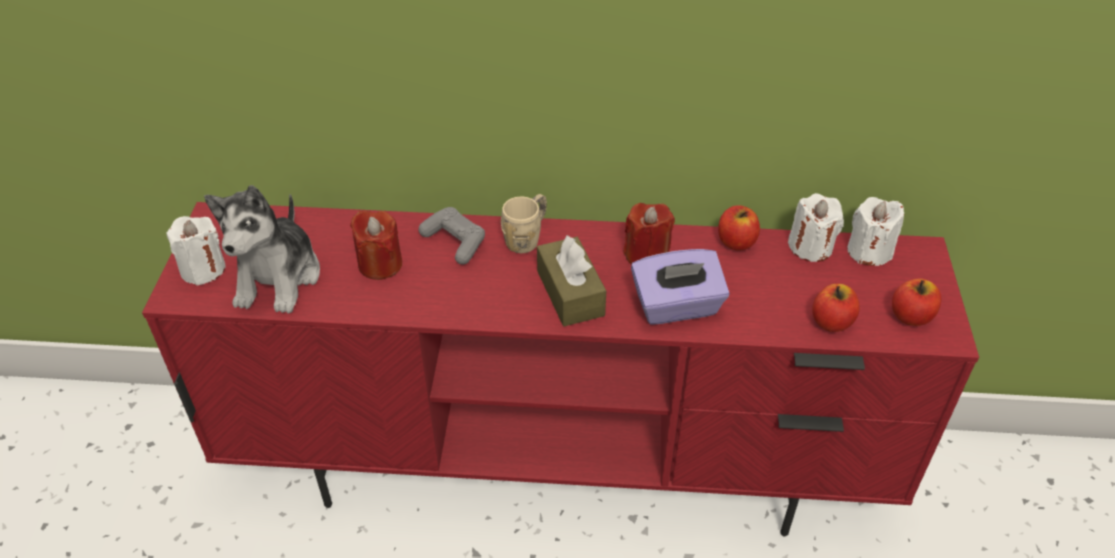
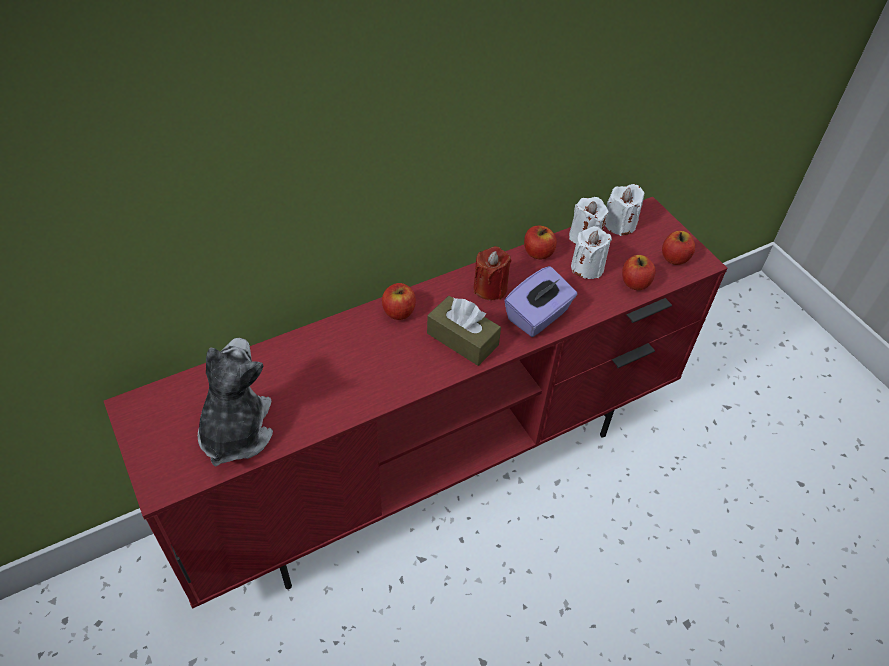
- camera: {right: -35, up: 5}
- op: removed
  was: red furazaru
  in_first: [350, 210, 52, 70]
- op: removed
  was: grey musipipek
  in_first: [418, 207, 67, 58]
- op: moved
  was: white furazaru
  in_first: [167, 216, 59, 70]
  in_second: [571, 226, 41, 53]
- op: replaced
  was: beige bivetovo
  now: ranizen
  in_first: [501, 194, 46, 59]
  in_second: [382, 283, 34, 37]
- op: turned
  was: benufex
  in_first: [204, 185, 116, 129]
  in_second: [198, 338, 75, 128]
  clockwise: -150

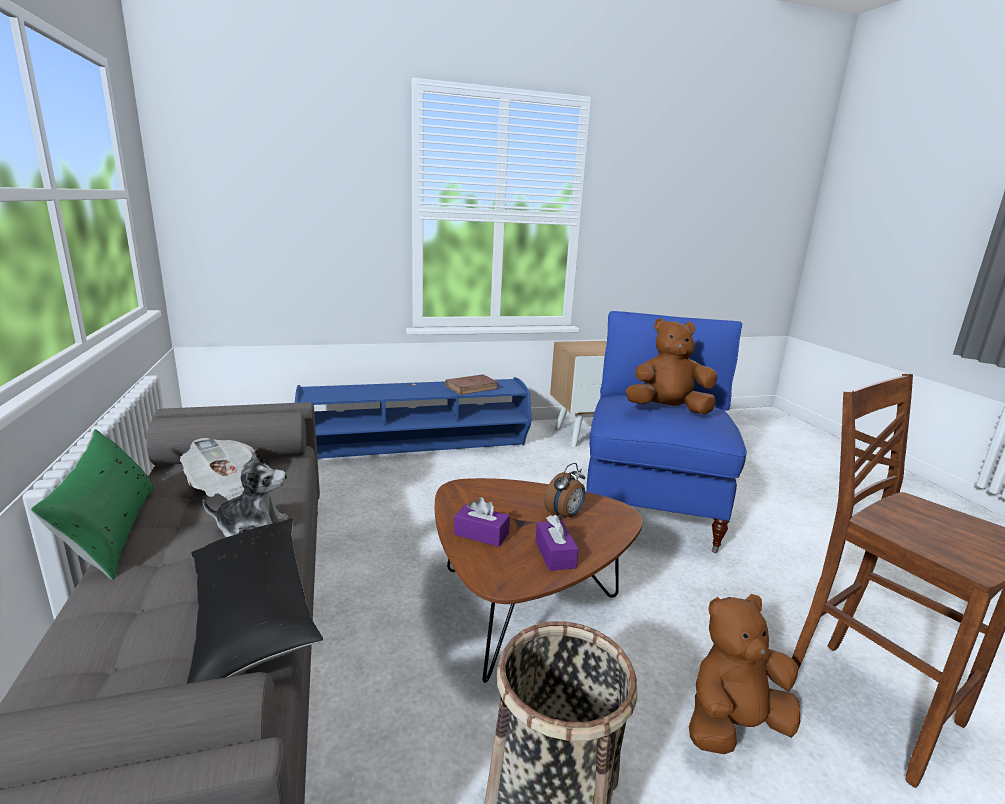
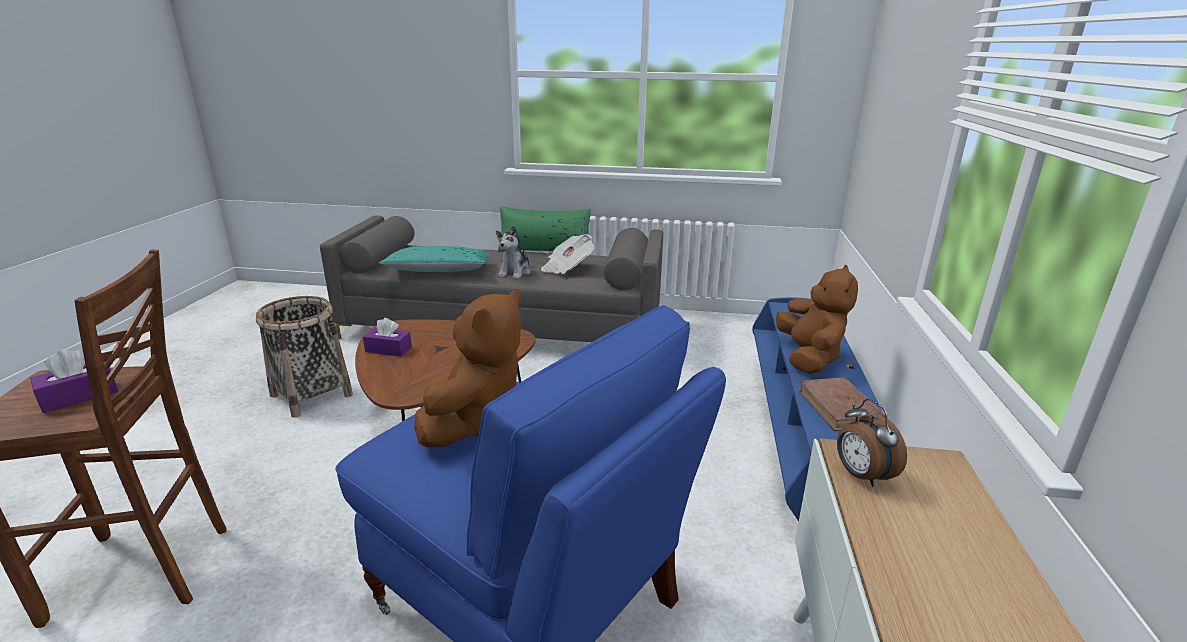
- camera: {right: 115, up: 5}
- op: moved
  was: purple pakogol
  in_first: [454, 497, 56, 50]
  in_second: [30, 349, 88, 64]
- op: moved
  was: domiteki
  in_first: [544, 463, 41, 57]
  in_second: [837, 399, 70, 88]
- op: moved
  was: brown benufex
  in_first: [689, 594, 111, 160]
  in_second: [776, 265, 82, 109]
- op: recoloured
  was: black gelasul
  now: turquoise gelasul
  in_first: [187, 518, 136, 166]
  in_second: [379, 246, 112, 26]

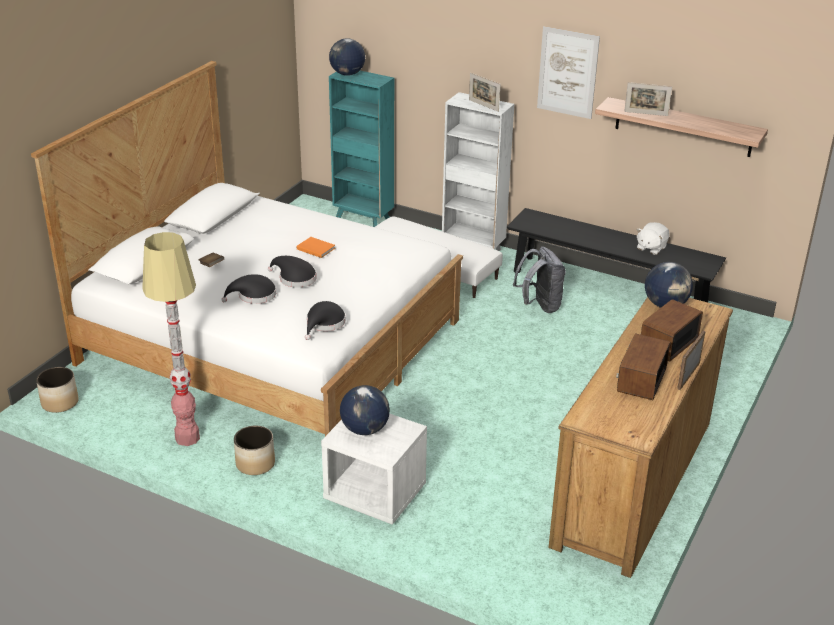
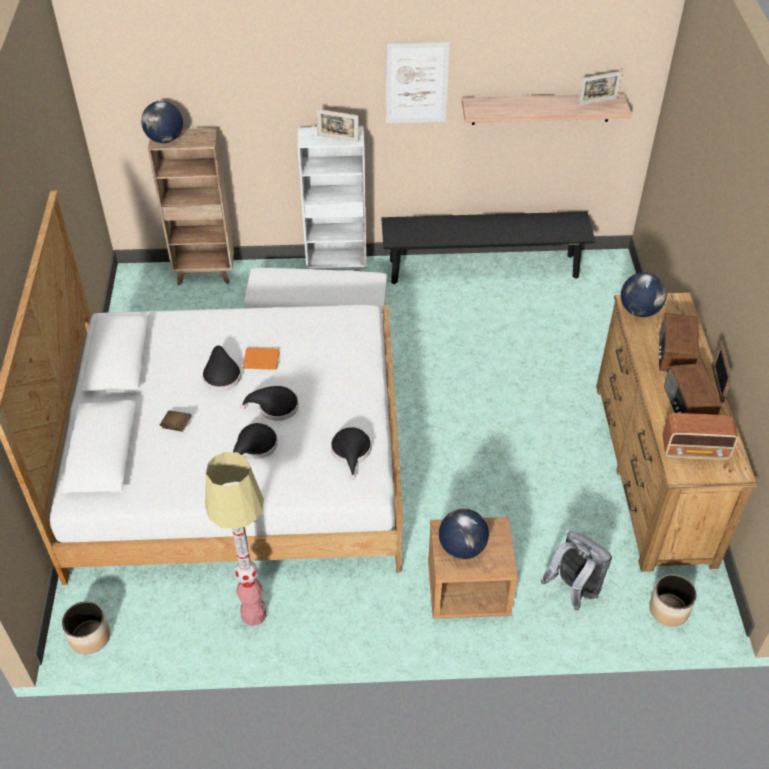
- camera: {right: -30, up: 15}
- op: removed
  was: white benufex
  in_first: [636, 222, 34, 33]
- op: added
  now: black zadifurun
  in_second: [202, 346, 39, 45]
- op: added
  now: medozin
  in_second: [663, 413, 75, 47]
- op: moved
  was: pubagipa
  in_first: [234, 426, 41, 49]
  in_second: [649, 574, 47, 52]
- op: moved
  was: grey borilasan
  in_first: [513, 247, 53, 66]
  in_second: [541, 531, 71, 80]
- op: moved
  was: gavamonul
  in_first: [624, 82, 48, 34]
  in_second: [578, 71, 44, 35]
- op: recoloured
  was: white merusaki
  now: brown merusaki
  in_first: [321, 414, 106, 111]
  in_second: [428, 517, 90, 102]
- op: recoloured
  was: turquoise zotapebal
  now: brown zotapebal
  in_first: [329, 71, 65, 156]
  in_second: [148, 128, 86, 158]

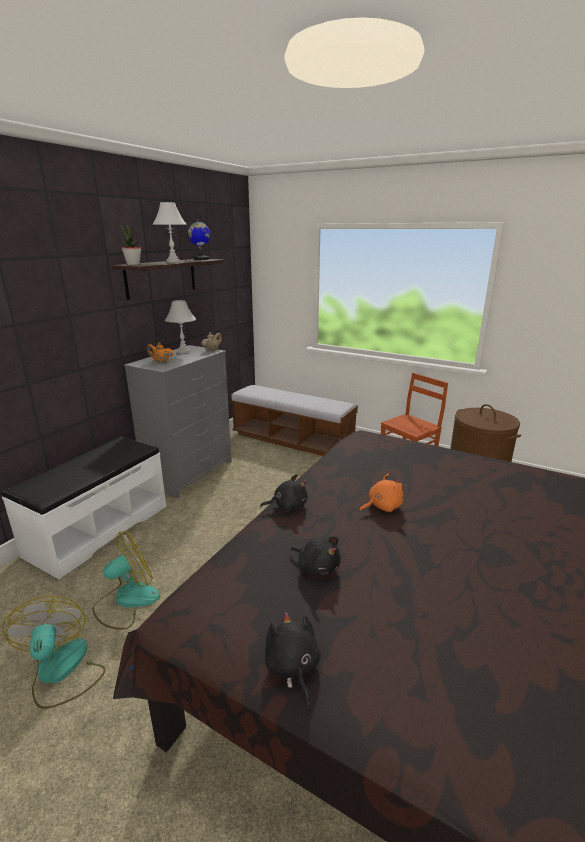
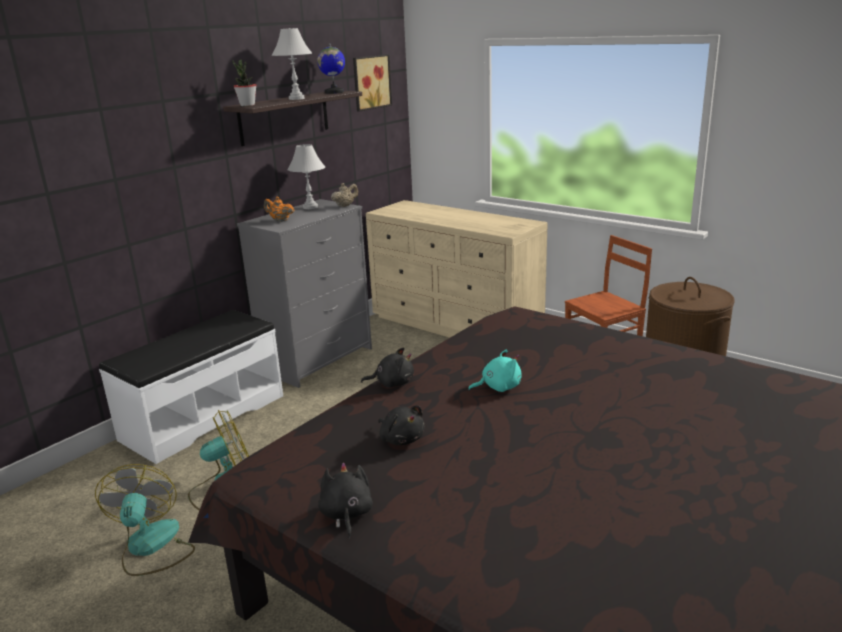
- camera: {right: 10, up: 0}
- op: added
  now: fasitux
  in_second: [353, 54, 39, 58]
- op: replaced
  was: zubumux
  now: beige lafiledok
  in_first: [231, 385, 127, 71]
  in_second: [366, 200, 182, 138]
- op: recoloured
  was: orange benufex
  now: turquoise benufex
  in_first: [359, 473, 45, 39]
  in_second: [468, 349, 54, 43]

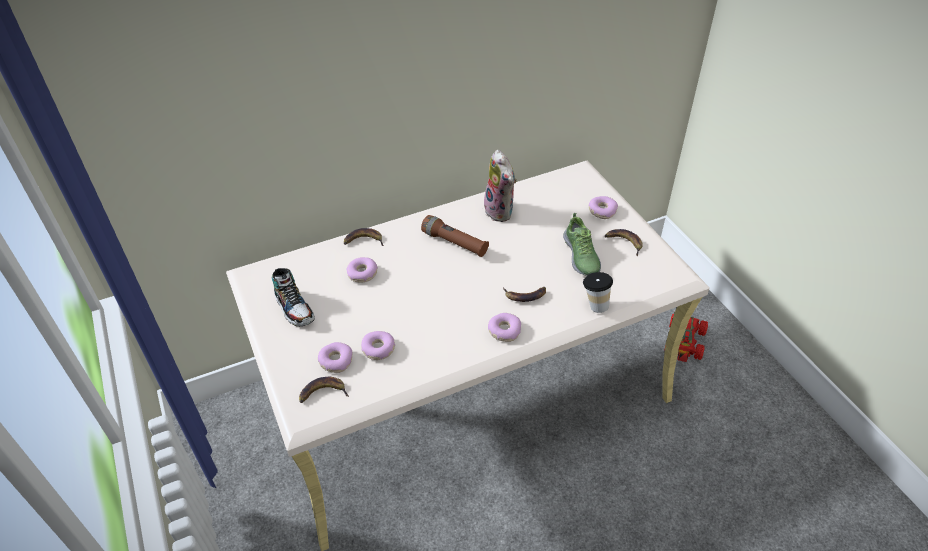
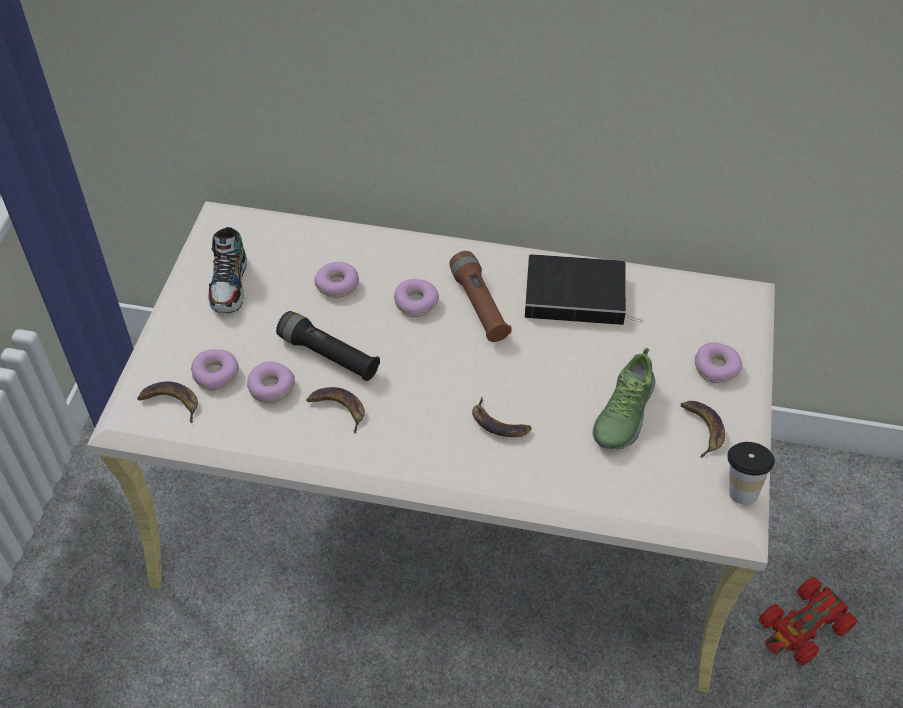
- camera: {right: 35, up: 5}
- op: added
  now: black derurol
  in_second: [276, 311, 104, 70]
- op: moved
  was: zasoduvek
  in_first: [344, 228, 40, 18]
  in_second: [306, 387, 59, 47]
- op: moved
  was: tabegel
  in_first: [488, 313, 33, 29]
  in_second: [394, 279, 45, 38]
- op: moved
  was: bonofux
  in_first: [583, 272, 30, 41]
  in_second: [727, 442, 48, 63]
- op: replaced
  was: benufex
  now: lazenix
  in_first: [484, 150, 33, 72]
  in_second: [525, 254, 118, 71]

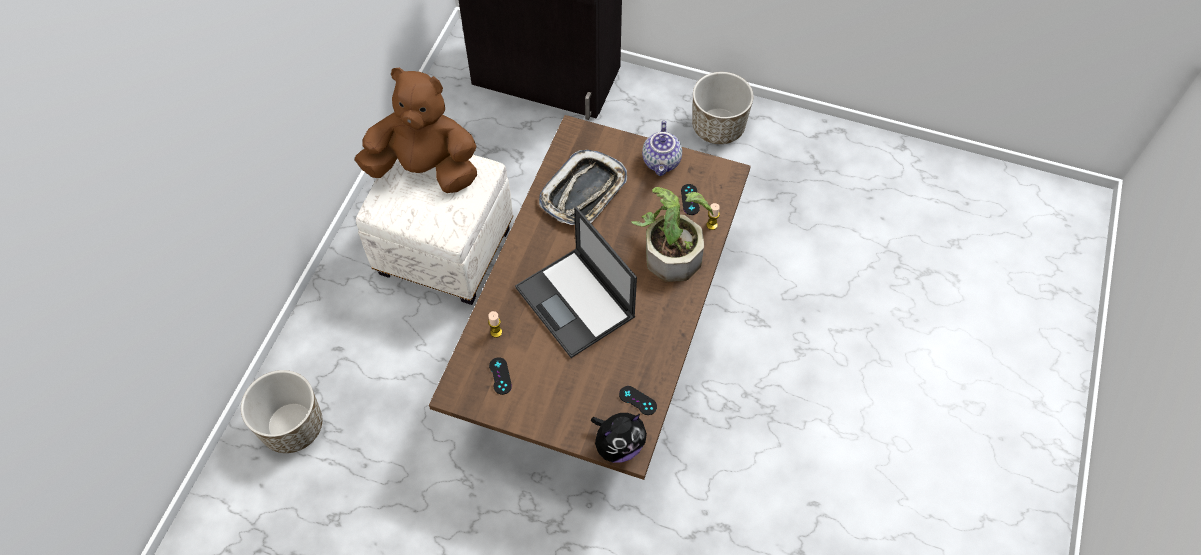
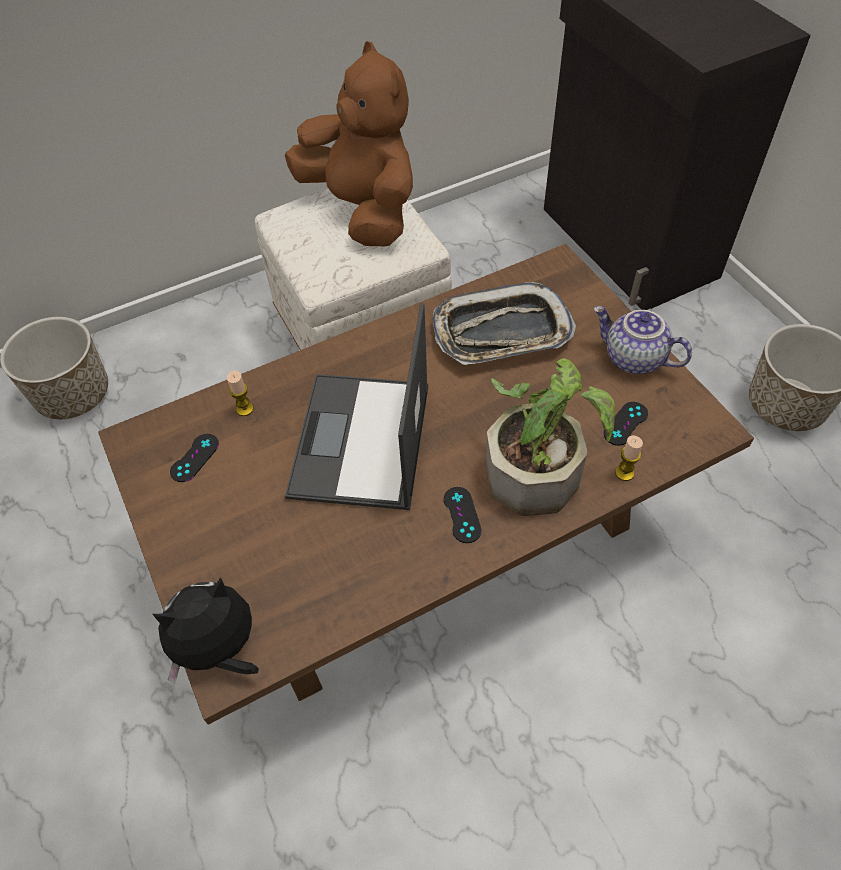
- camera: {right: 45, up: -5}
- op: moved
  was: black musipipek
  in_first: [619, 386, 38, 29]
  in_second: [444, 487, 38, 56]
- op: turned
  was: benufex
  in_first: [591, 413, 56, 50]
  in_second: [153, 577, 106, 107]
  clockwise: 135
- op: turned
  was: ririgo
  in_first: [642, 121, 40, 55]
  in_second: [593, 306, 99, 68]
  clockwise: 75

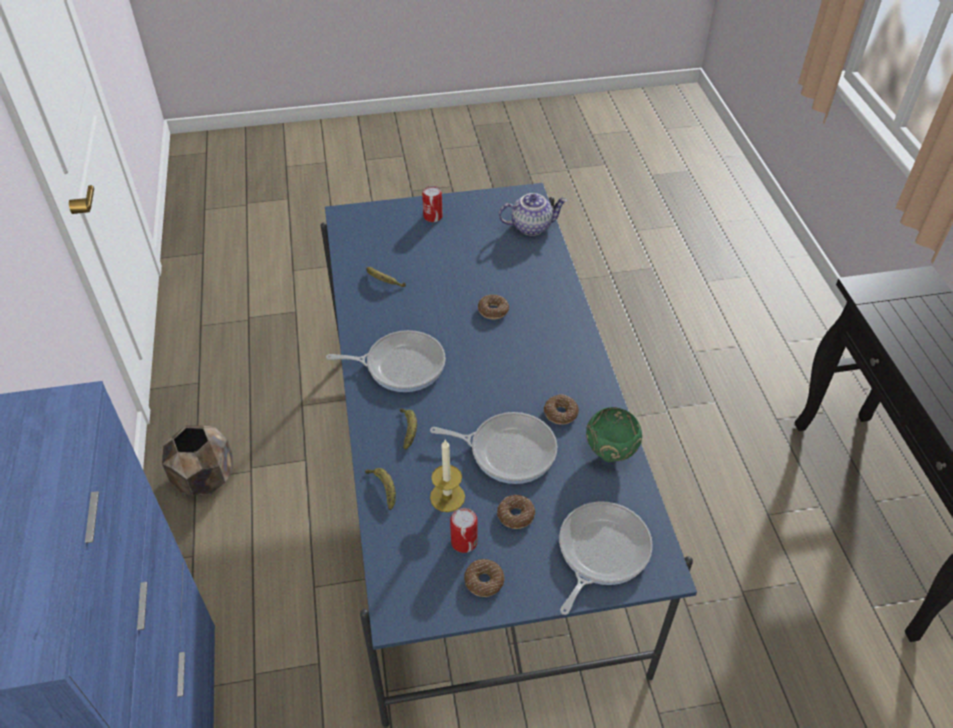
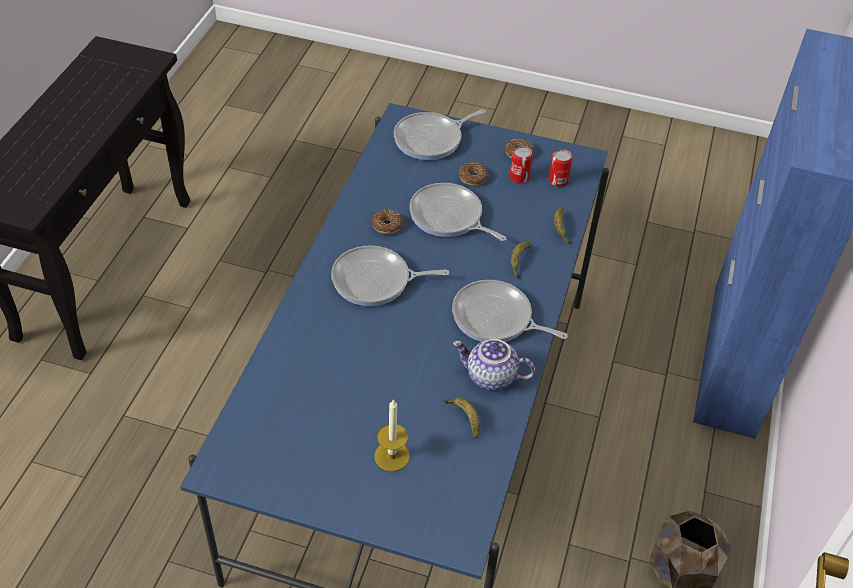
- camera: {right: -155, up: 0}
- op: removed
  was: tabegel
  in_first: [478, 294, 31, 25]
- op: removed
  was: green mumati
  in_first: [586, 407, 56, 55]
- op: added
  now: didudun
  in_second: [331, 245, 118, 61]
- op: moved
  was: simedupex
  in_first: [422, 186, 21, 36]
  in_second: [548, 149, 25, 38]
- op: moved
  was: furazaru
  in_first: [430, 440, 35, 72]
  in_second: [374, 399, 36, 73]
- op: moved
  was: ririgo
  in_first: [499, 193, 68, 43]
  in_second: [453, 339, 82, 52]

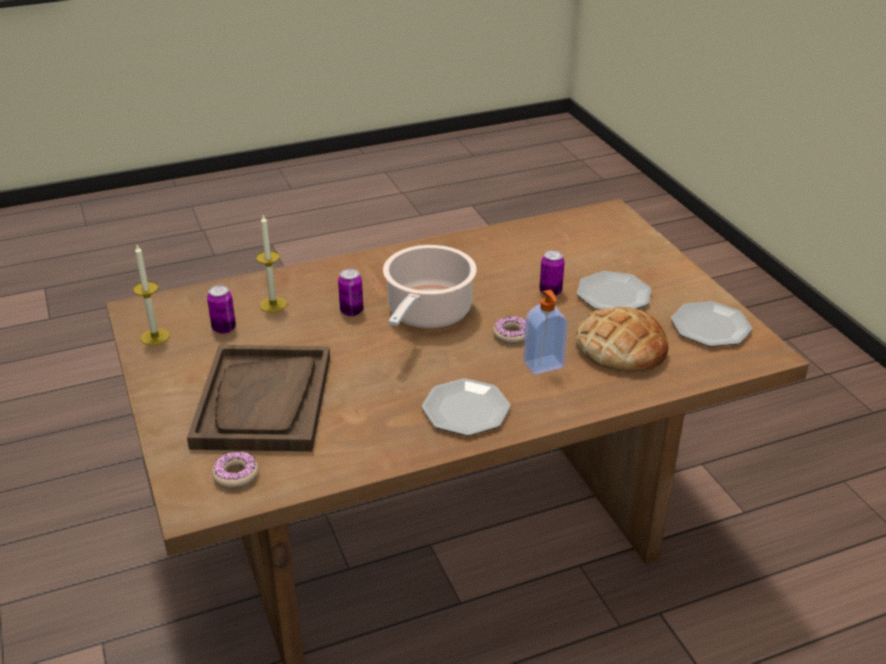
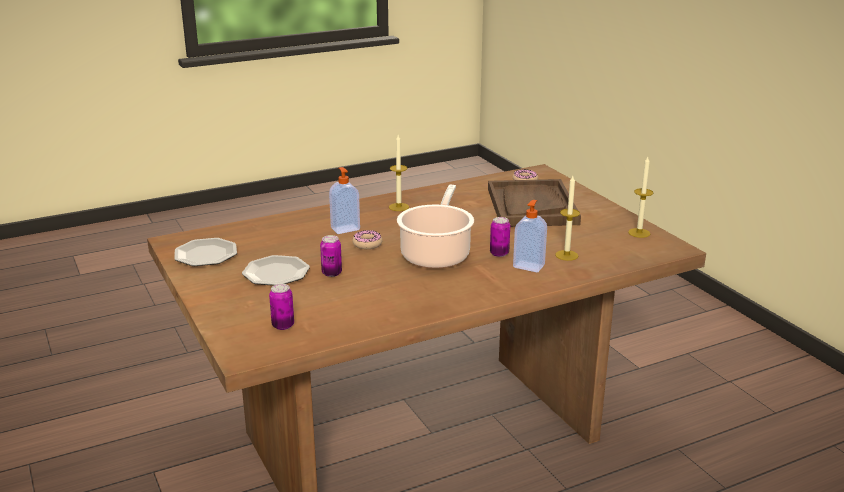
- camera: {right: 175, up: -10}
- op: removed
  was: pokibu
  in_first: [576, 307, 93, 65]
- op: added
  now: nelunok
  in_second: [513, 200, 34, 72]
- op: moved
  was: simedupex
  in_first: [207, 285, 29, 49]
  in_second: [269, 284, 25, 46]
- op: replaced
  was: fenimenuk
  now: furazaru
  in_first: [422, 378, 89, 58]
  in_second: [389, 135, 20, 76]

